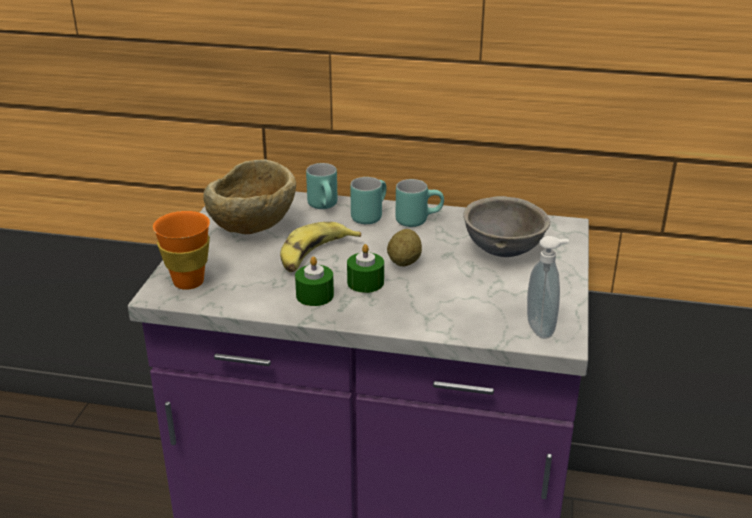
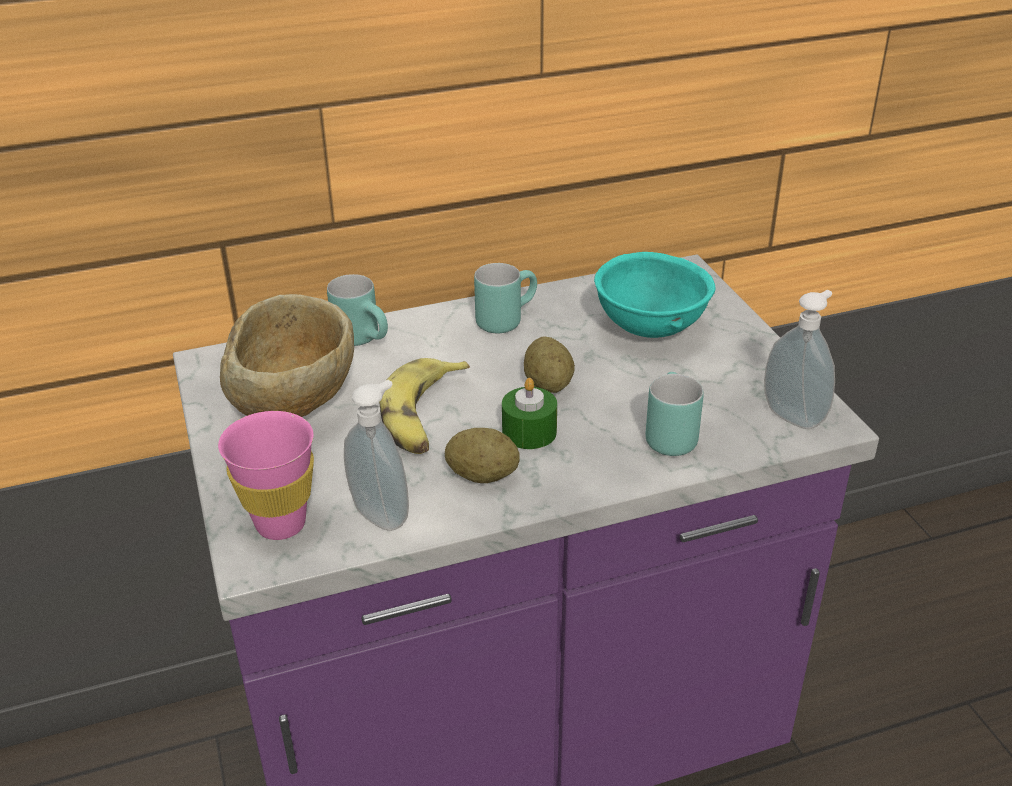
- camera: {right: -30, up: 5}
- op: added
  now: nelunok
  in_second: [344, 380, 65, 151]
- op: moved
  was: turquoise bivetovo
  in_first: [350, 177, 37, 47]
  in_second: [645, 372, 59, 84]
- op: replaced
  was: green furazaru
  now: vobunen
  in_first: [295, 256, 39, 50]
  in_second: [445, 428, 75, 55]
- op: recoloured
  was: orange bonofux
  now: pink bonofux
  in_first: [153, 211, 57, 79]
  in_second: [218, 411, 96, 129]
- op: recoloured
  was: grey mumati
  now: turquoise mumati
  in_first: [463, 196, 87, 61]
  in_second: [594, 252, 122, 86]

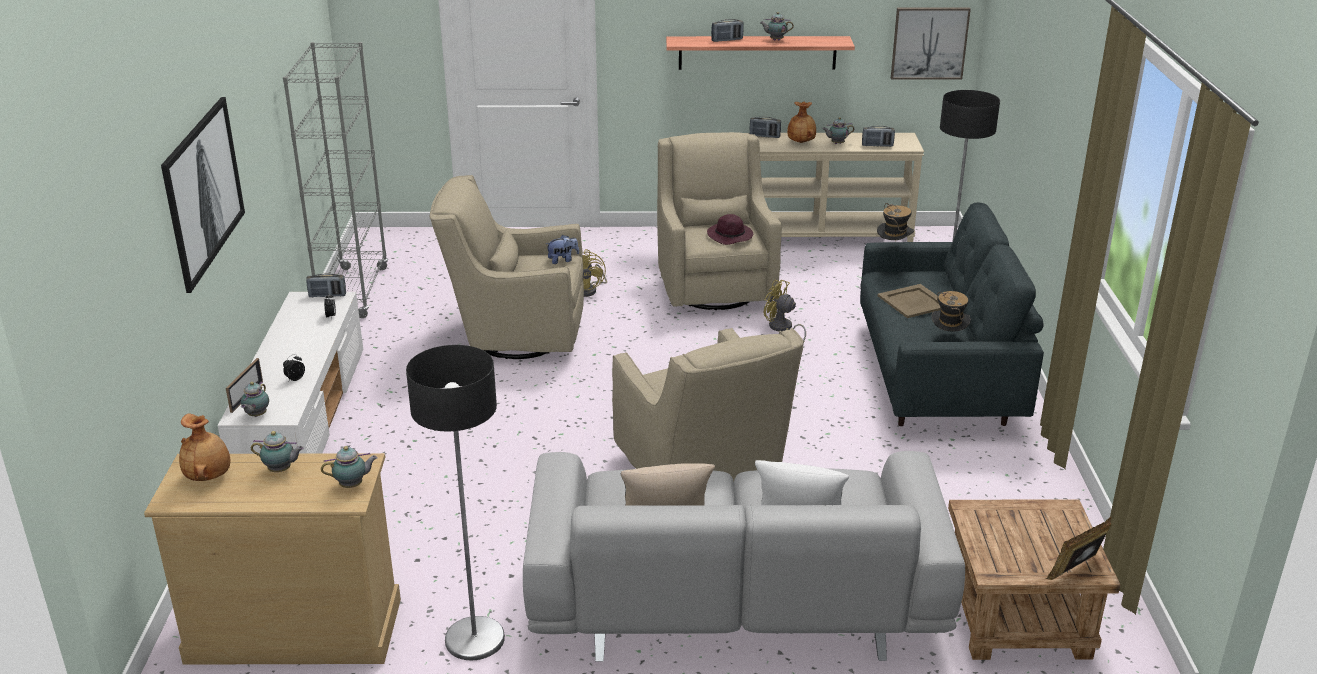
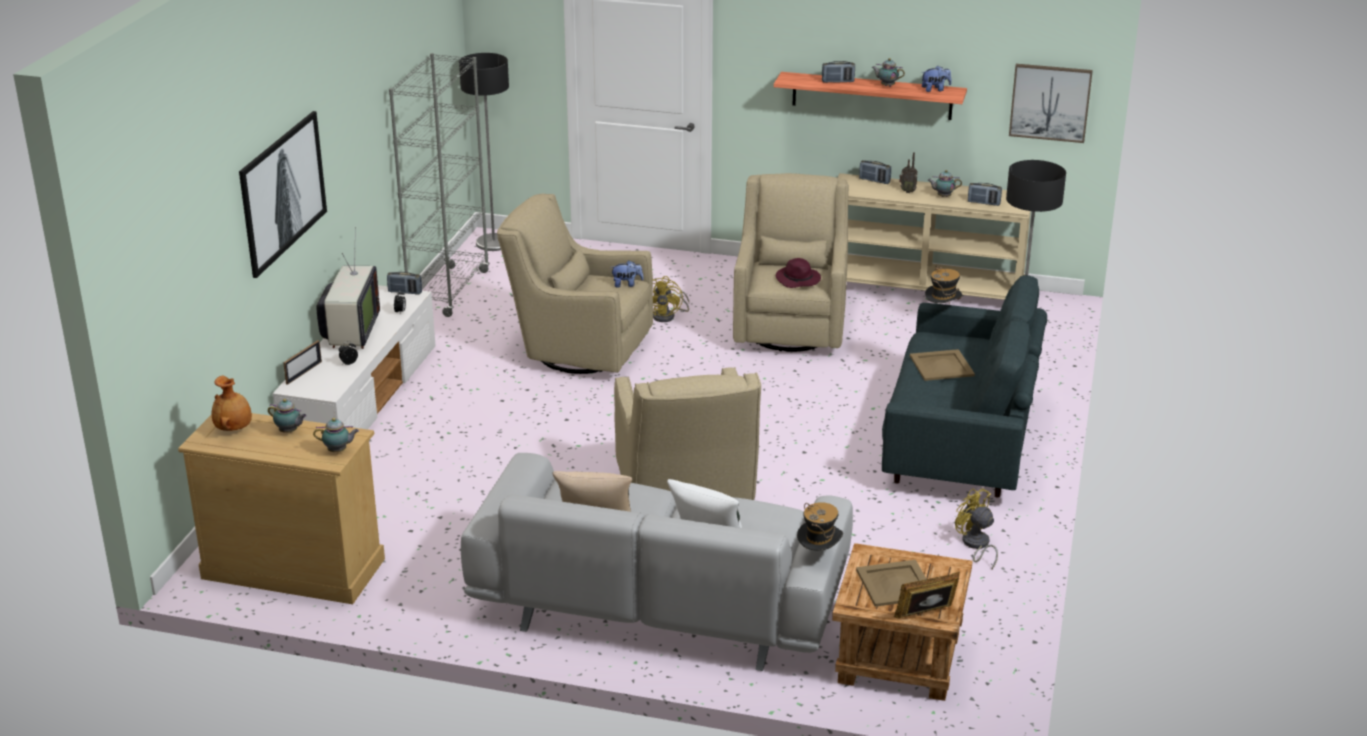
- camera: {right: 15, up: 0}
- op: removed
  was: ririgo
  in_first: [241, 382, 28, 35]
- op: added
  now: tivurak
  in_second: [317, 227, 63, 122]
- op: added
  now: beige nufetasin
  in_second: [856, 560, 70, 47]
- op: added
  now: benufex
  in_second: [922, 66, 29, 26]
- op: moved
  was: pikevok
  in_first: [406, 345, 99, 315]
  in_second: [459, 53, 50, 198]
- op: moved
  was: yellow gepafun
  in_first: [764, 279, 42, 64]
  in_second: [955, 488, 43, 81]
- op: moved
  was: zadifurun
  in_first: [931, 291, 40, 41]
  in_second: [797, 502, 46, 49]
- op: replaced
  was: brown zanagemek
  now: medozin
  in_first: [787, 102, 29, 41]
  in_second: [899, 152, 19, 41]

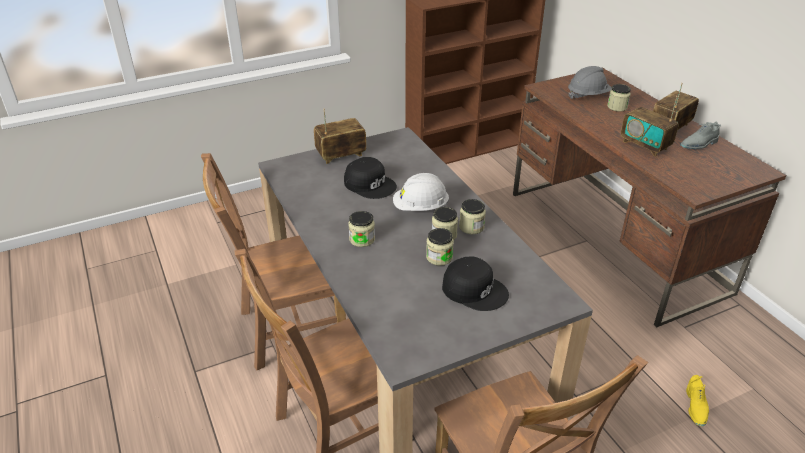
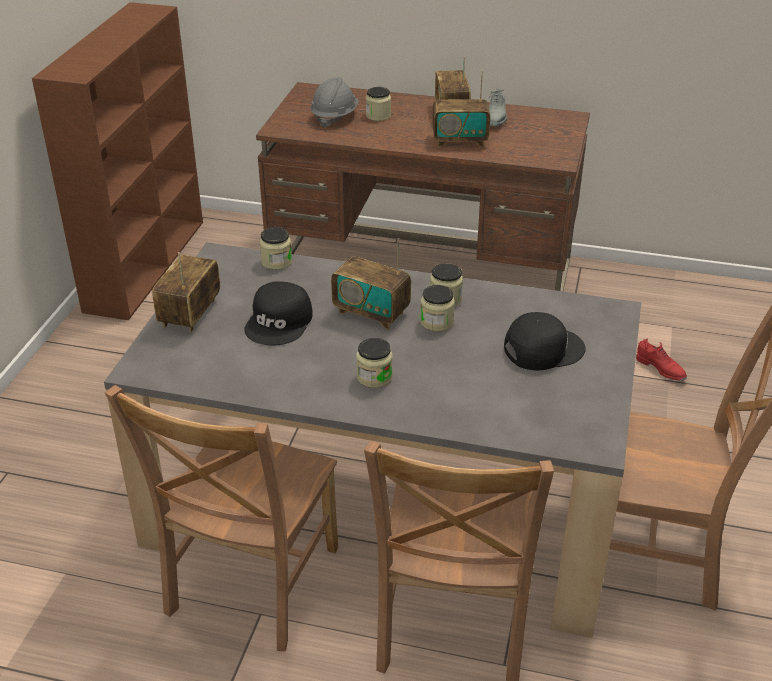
- camera: {right: -50, up: 0}
- op: moved
  was: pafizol
  in_first: [426, 228, 28, 38]
  in_second: [260, 227, 32, 43]
- op: replaced
  was: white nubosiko
  now: medozin
  in_first: [393, 173, 56, 38]
  in_second: [331, 238, 80, 91]
- op: recoloured
  was: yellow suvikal
  now: red suvikal
  in_first: [686, 375, 23, 51]
  in_second: [636, 338, 51, 43]
- op: turned
  was: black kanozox
  in_first: [344, 157, 53, 42]
  in_second: [244, 281, 69, 64]
  clockwise: 120

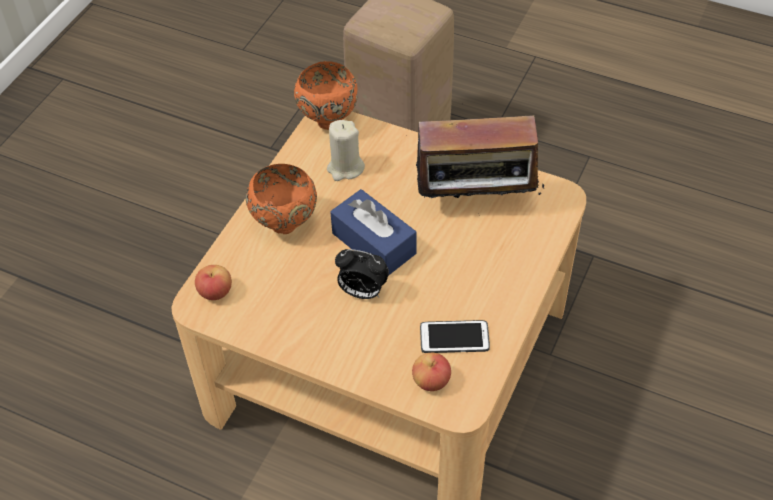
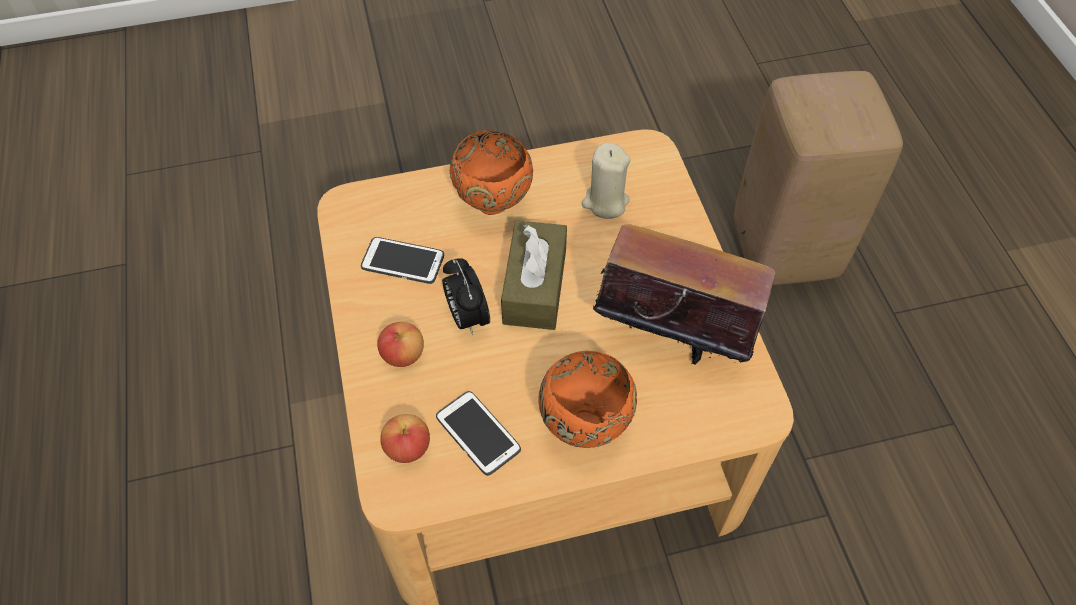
- camera: {right: 50, up: 5}
- op: added
  now: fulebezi
  in_second: [361, 237, 83, 47]
- op: moved
  was: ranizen
  in_first: [195, 265, 37, 35]
  in_second: [377, 322, 47, 45]
- op: moved
  was: orange mumati
  in_first: [294, 61, 64, 69]
  in_second: [538, 351, 99, 97]
- op: recoloured
  was: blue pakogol
  now: brown pakogol
  in_first: [330, 189, 87, 87]
  in_second: [501, 220, 66, 110]
- op: turned
  was: medozin
  in_first: [406, 115, 139, 91]
  in_second: [593, 224, 183, 140]
  clockwise: 150

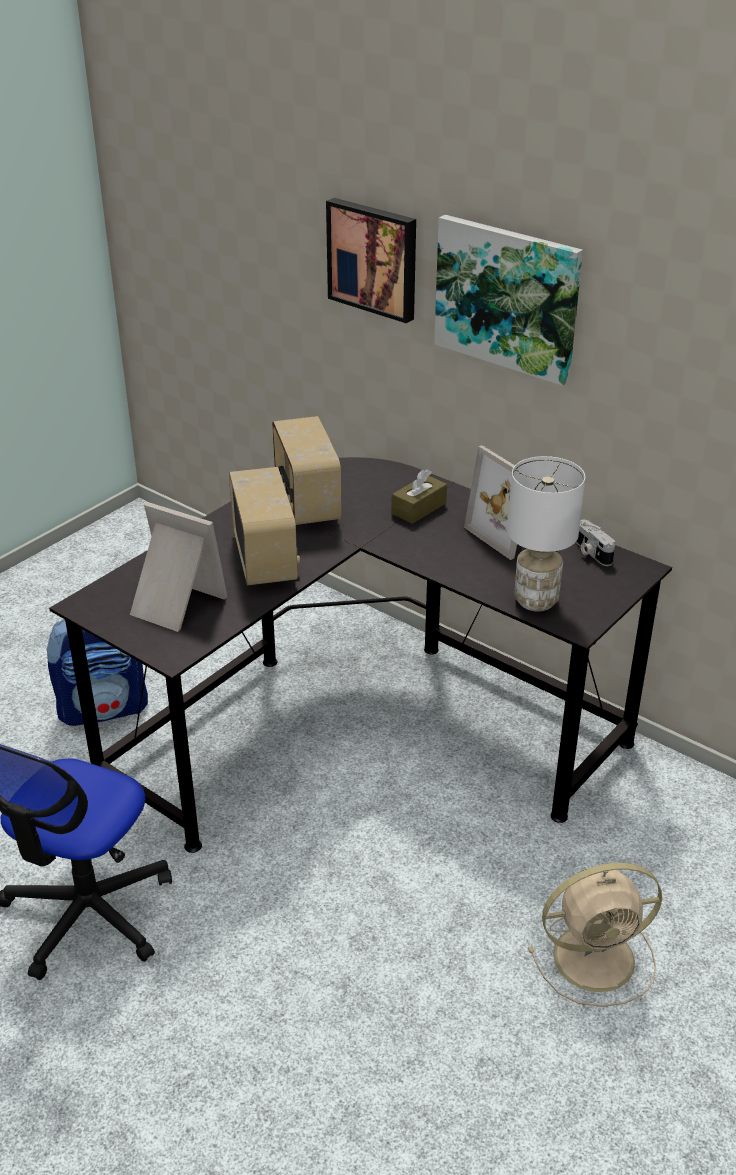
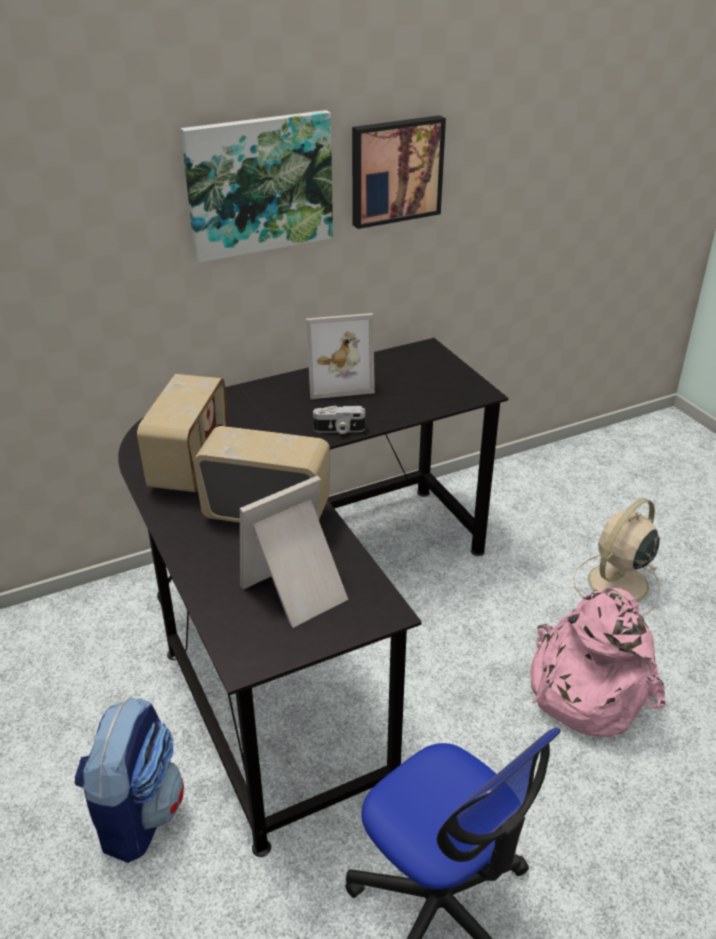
- camera: {right: -65, up: 0}
- op: removed
  was: brown pakogol
  in_first: [391, 469, 56, 55]
- op: removed
  was: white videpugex
  in_first: [507, 456, 78, 155]
- op: added
  now: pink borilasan
  in_second: [530, 588, 136, 149]
- op: moved
  was: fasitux
  in_first: [326, 198, 90, 125]
  in_second: [352, 115, 94, 114]
- op: moved
  was: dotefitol
  in_first: [576, 519, 40, 47]
  in_second: [313, 406, 52, 28]
- op: turned
  was: medozin
  in_first: [272, 416, 69, 109]
  in_second: [137, 374, 91, 118]
  clockwise: -90
- op: turned
  was: beige gepafun
  in_first: [528, 863, 134, 144]
  in_second: [573, 498, 87, 117]
  clockwise: -150

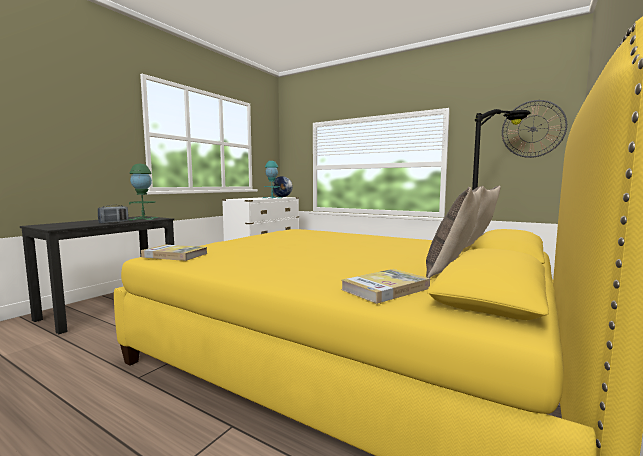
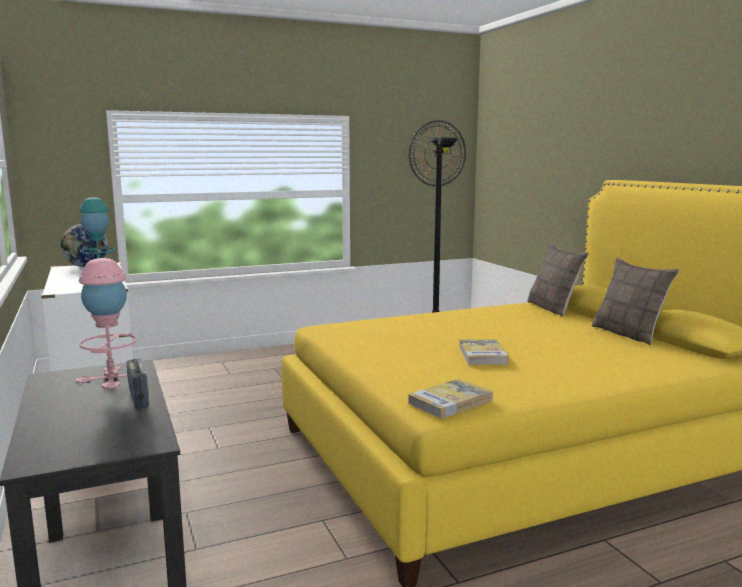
- camera: {right: -55, up: 5}
- op: moved
  was: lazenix
  in_first: [341, 269, 89, 35]
  in_second: [459, 339, 50, 26]
- op: recoloured
  was: green videpugex
  now: pink videpugex
  in_first: [128, 164, 30, 56]
  in_second: [76, 258, 70, 131]

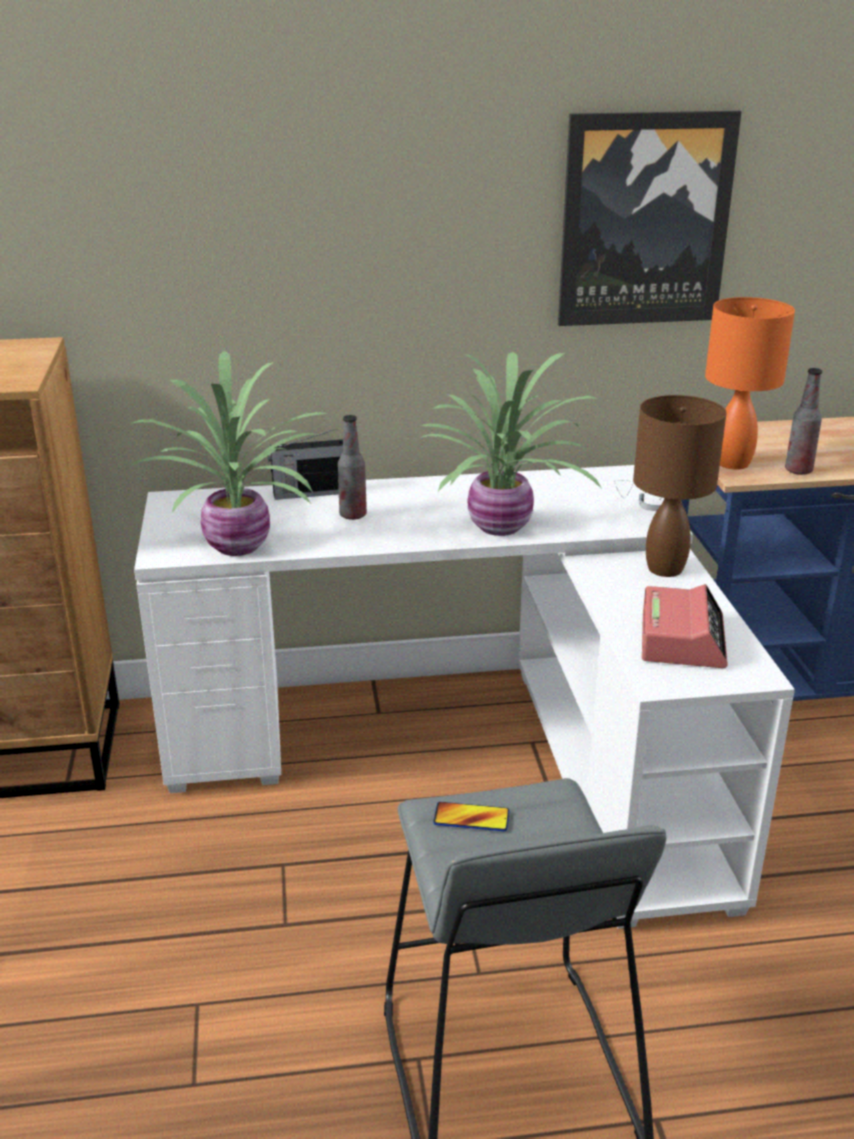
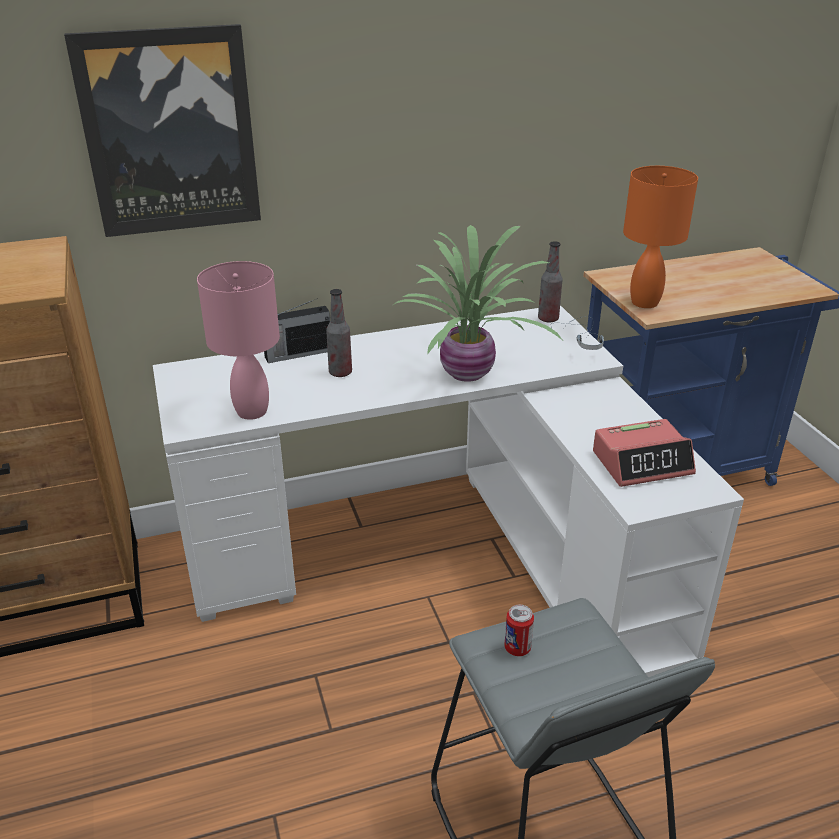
- camera: {right: -10, up: 5}
- op: removed
  was: brown videpugex
  in_first: [633, 395, 93, 182]
- op: moved
  was: fasitux
  in_first: [558, 111, 184, 215]
  in_second: [64, 24, 197, 213]
- op: moved
  was: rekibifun
  in_first: [785, 368, 37, 107]
  in_second: [538, 241, 25, 81]
- op: replaced
  was: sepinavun
  now: pink videpugex
  in_first: [128, 351, 200, 205]
  in_second: [197, 261, 83, 159]
- op: replaced
  was: fulebezi
  now: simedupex
  in_first: [433, 802, 76, 29]
  in_second: [504, 605, 30, 51]
- op: turned
  was: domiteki
  in_first: [642, 584, 86, 84]
  in_second: [593, 419, 103, 68]
  clockwise: 75

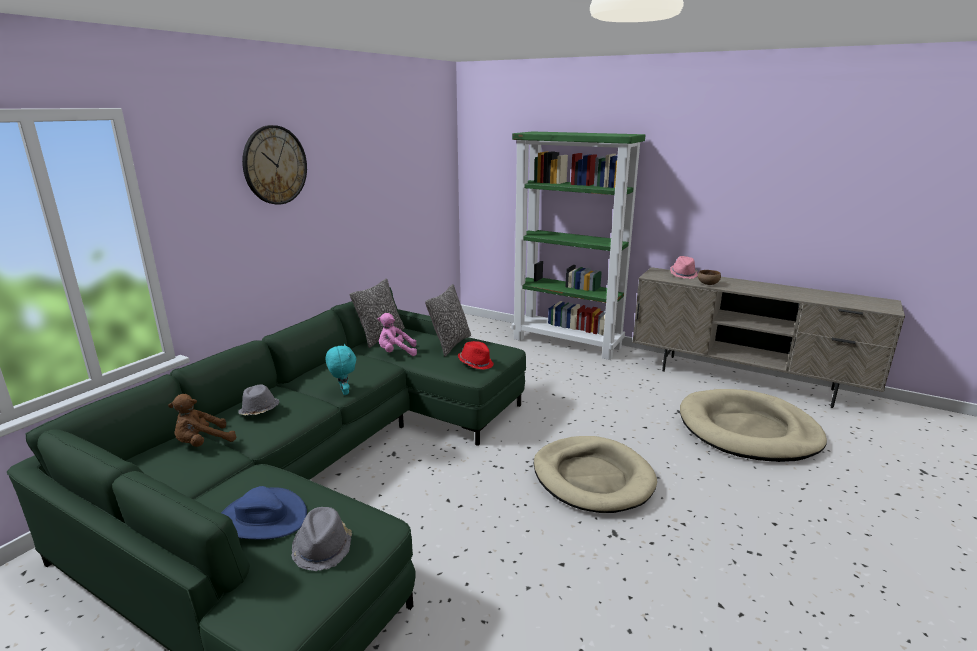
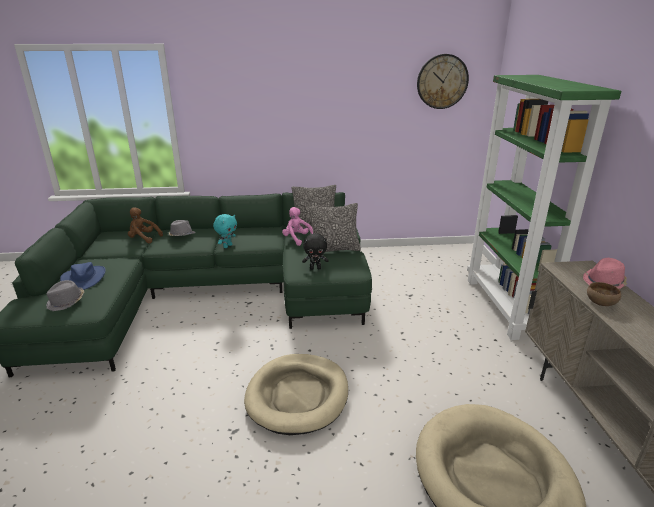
- camera: {right: 55, up: 5}
- op: moved
  was: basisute
  in_first: [242, 125, 65, 80]
  in_second: [417, 54, 52, 55]
- op: replaced
  was: red zadifurun
  now: black benufex
  in_first: [458, 341, 36, 29]
  in_second: [302, 233, 26, 37]

